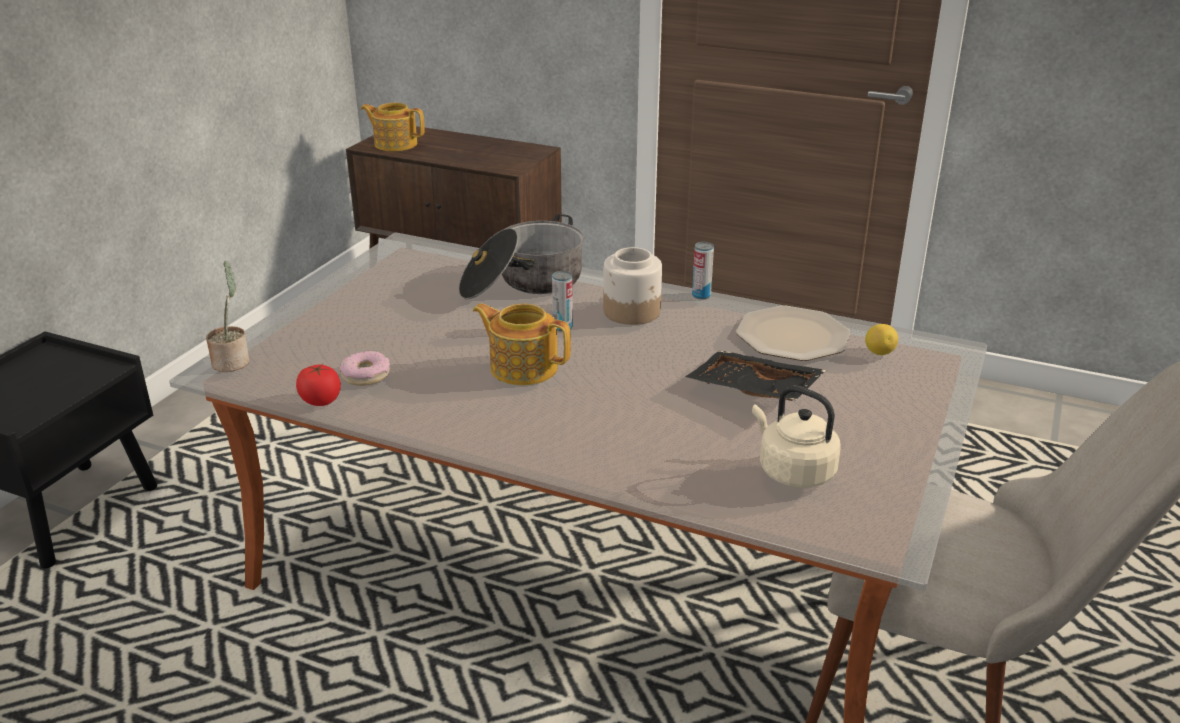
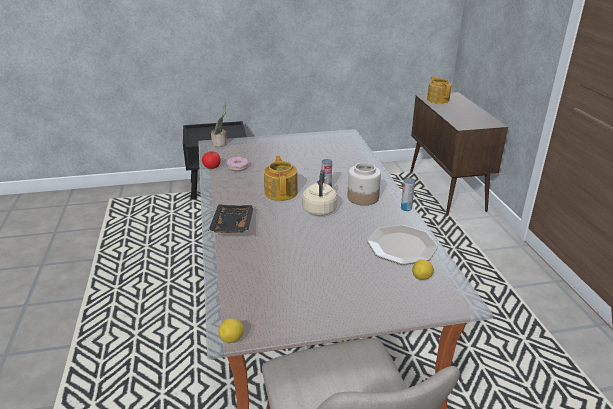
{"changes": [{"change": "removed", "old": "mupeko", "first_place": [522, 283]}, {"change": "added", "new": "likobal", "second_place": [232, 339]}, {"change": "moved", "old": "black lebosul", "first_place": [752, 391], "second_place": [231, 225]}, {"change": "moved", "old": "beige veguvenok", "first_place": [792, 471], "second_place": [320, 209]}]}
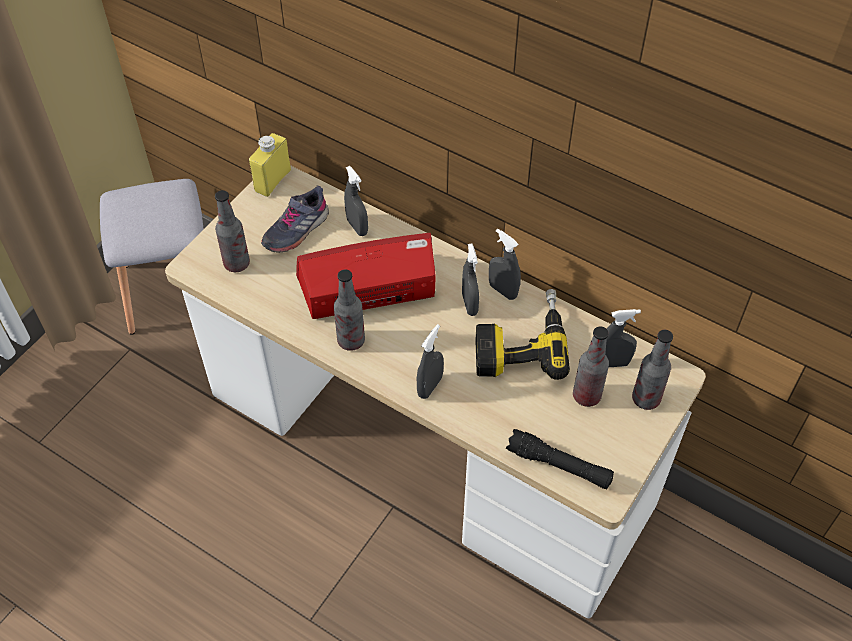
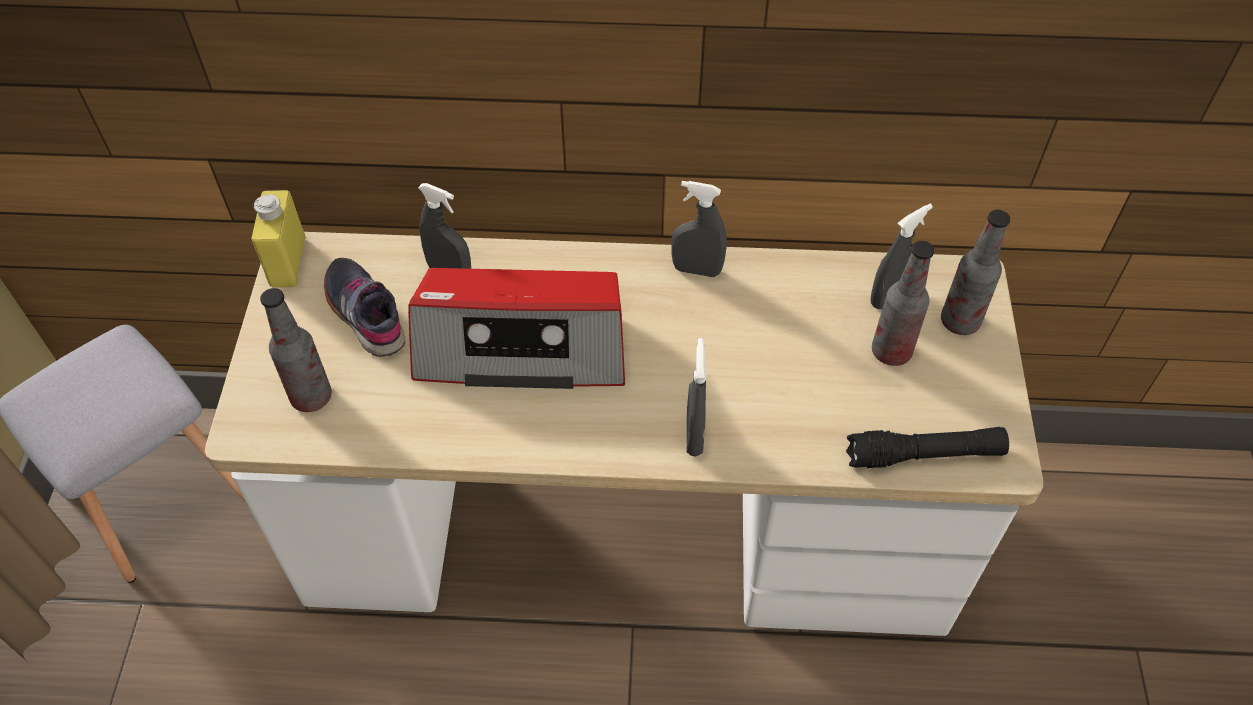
{"changes": [{"change": "removed", "old": "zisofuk", "first_place": [351, 340]}, {"change": "removed", "old": "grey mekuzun", "first_place": [469, 304]}, {"change": "removed", "old": "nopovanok", "first_place": [520, 342]}, {"change": "turned", "old": "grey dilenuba", "first_place": [296, 229], "second_place": [366, 313], "degrees": 135}, {"change": "turned", "old": "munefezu", "first_place": [369, 288], "second_place": [522, 345], "degrees": -135}]}
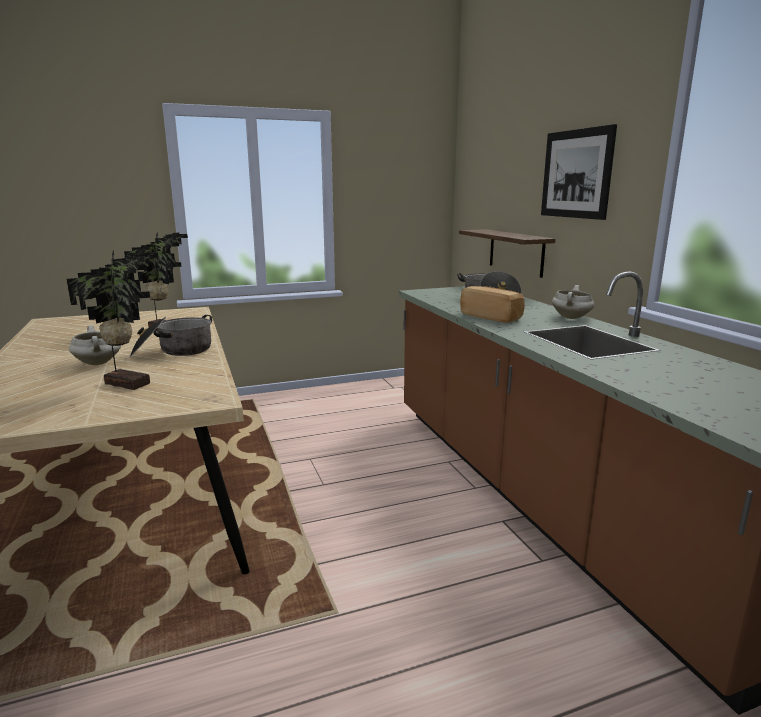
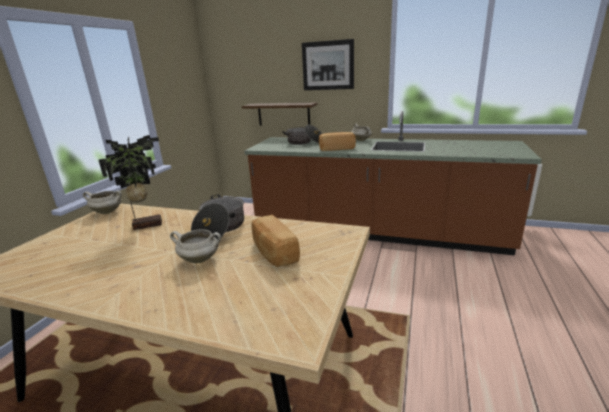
{"changes": [{"change": "added", "new": "white mupeko", "second_place": [108, 212]}, {"change": "replaced", "old": "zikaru", "new": "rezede", "first_place": [129, 383], "second_place": [274, 253]}]}
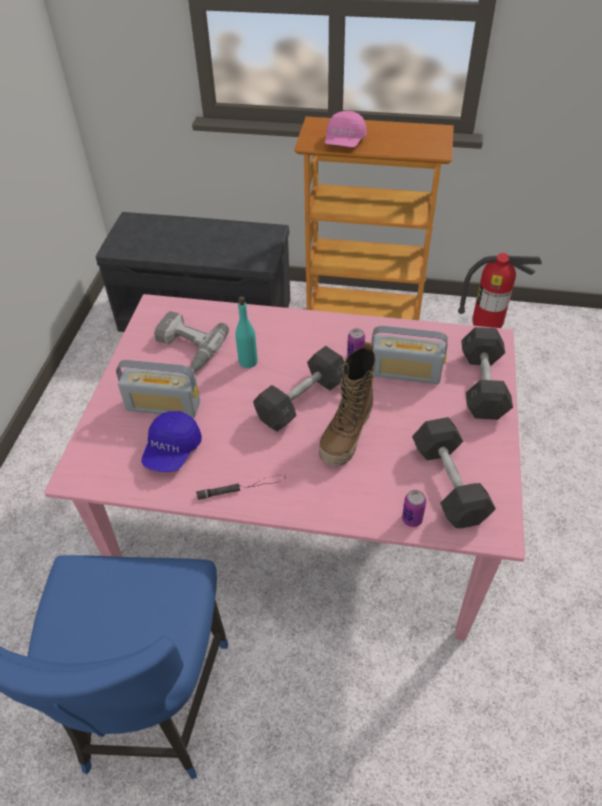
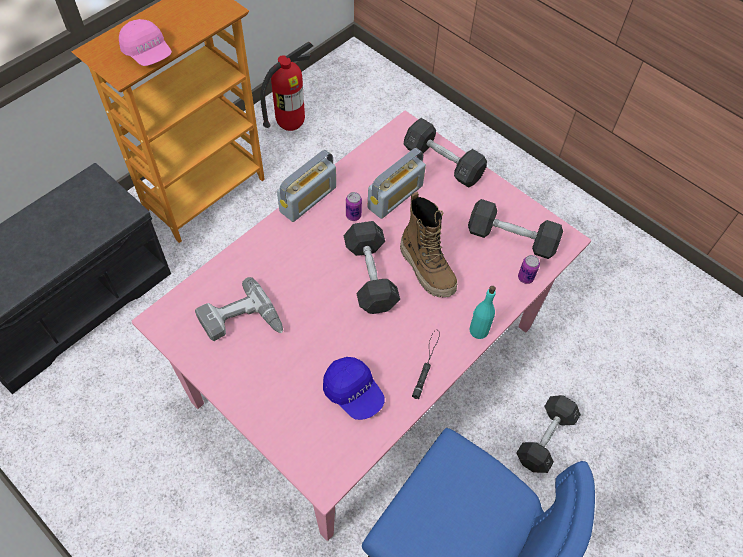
{"changes": [{"change": "added", "new": "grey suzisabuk", "second_place": [545, 438]}, {"change": "moved", "old": "munefezu", "first_place": [163, 406], "second_place": [308, 199]}, {"change": "moved", "old": "turquoise zisofuk", "first_place": [248, 361], "second_place": [478, 330]}]}
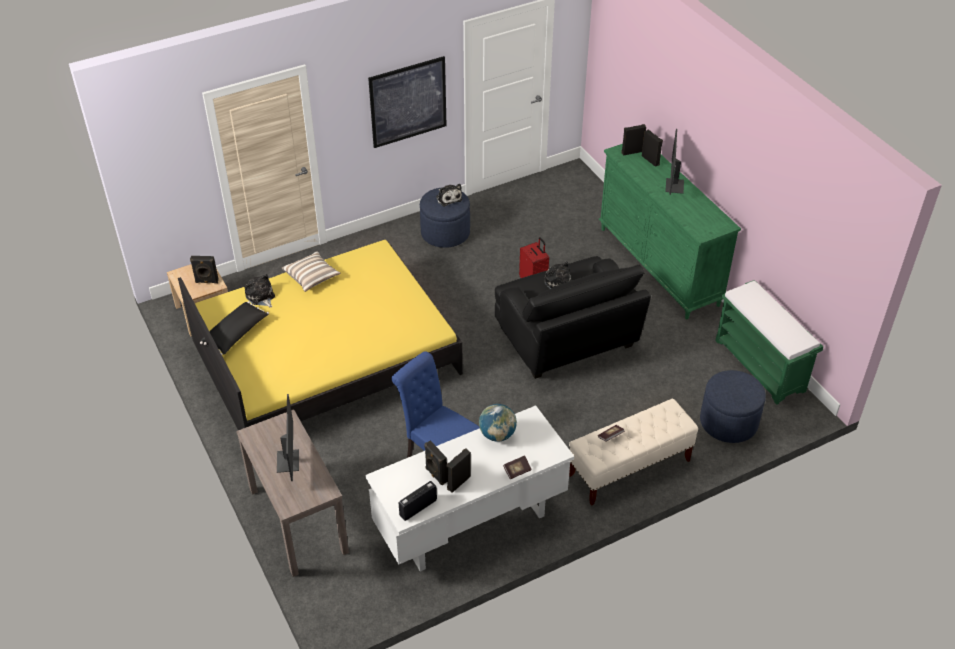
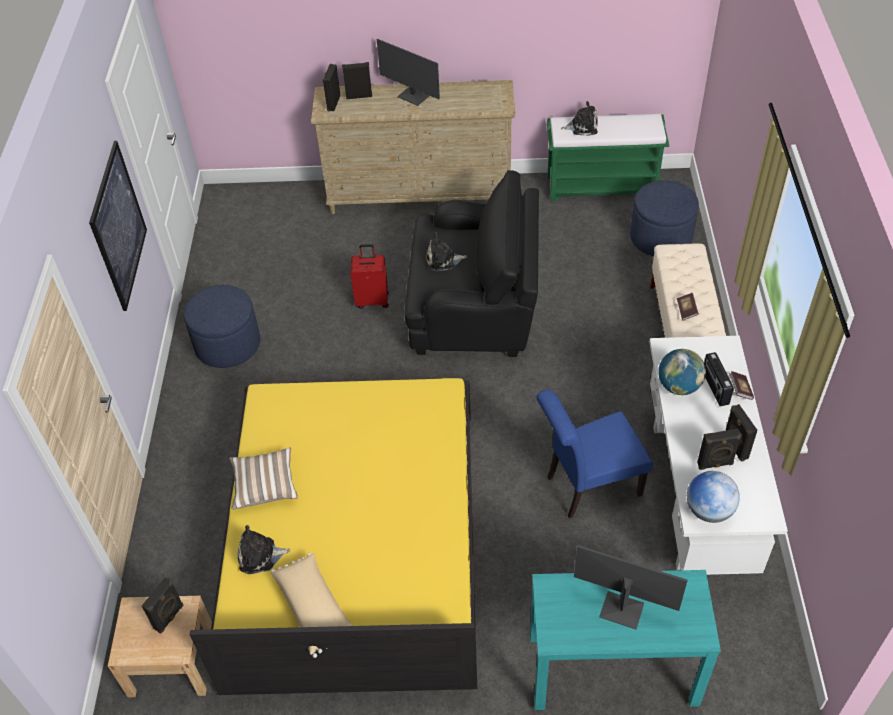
{"changes": [{"change": "added", "new": "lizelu", "second_place": [709, 510]}, {"change": "moved", "old": "munefezu", "first_place": [418, 507], "second_place": [714, 388]}, {"change": "moved", "old": "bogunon", "first_place": [448, 198], "second_place": [582, 126]}, {"change": "recoloured", "old": "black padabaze", "new": "beige padabaze", "first_place": [237, 334], "second_place": [315, 609]}, {"change": "recoloured", "old": "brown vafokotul", "new": "turquoise vafokotul", "first_place": [297, 520], "second_place": [612, 670]}, {"change": "recoloured", "old": "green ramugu", "new": "beige ramugu", "first_place": [659, 267], "second_place": [420, 195]}]}
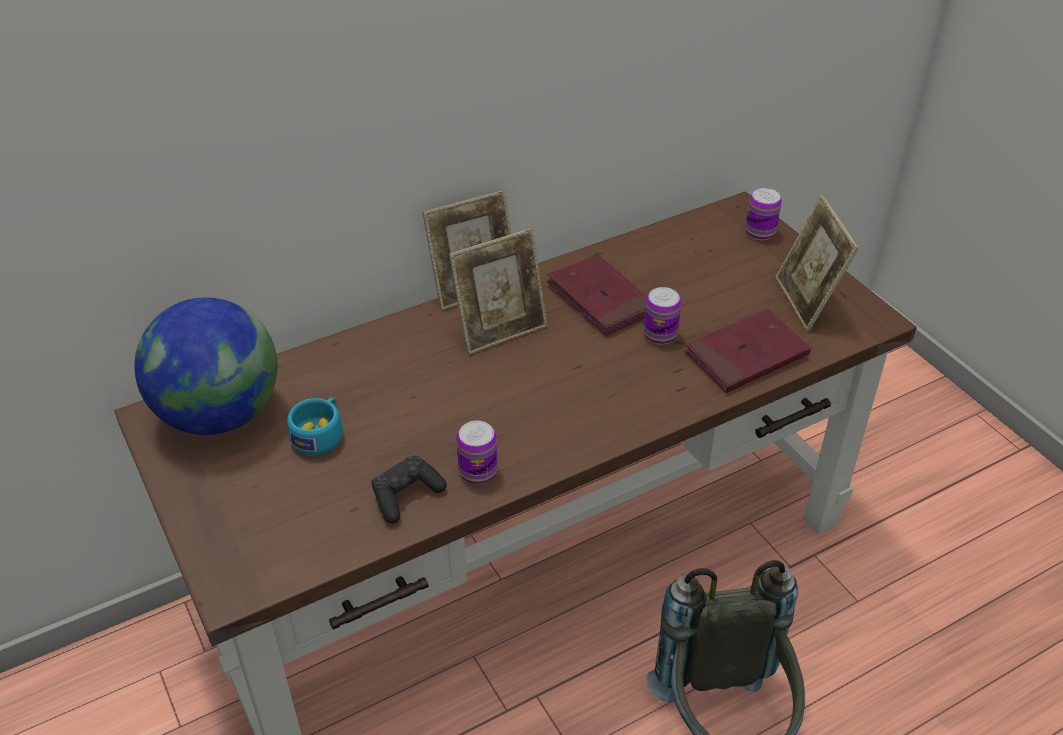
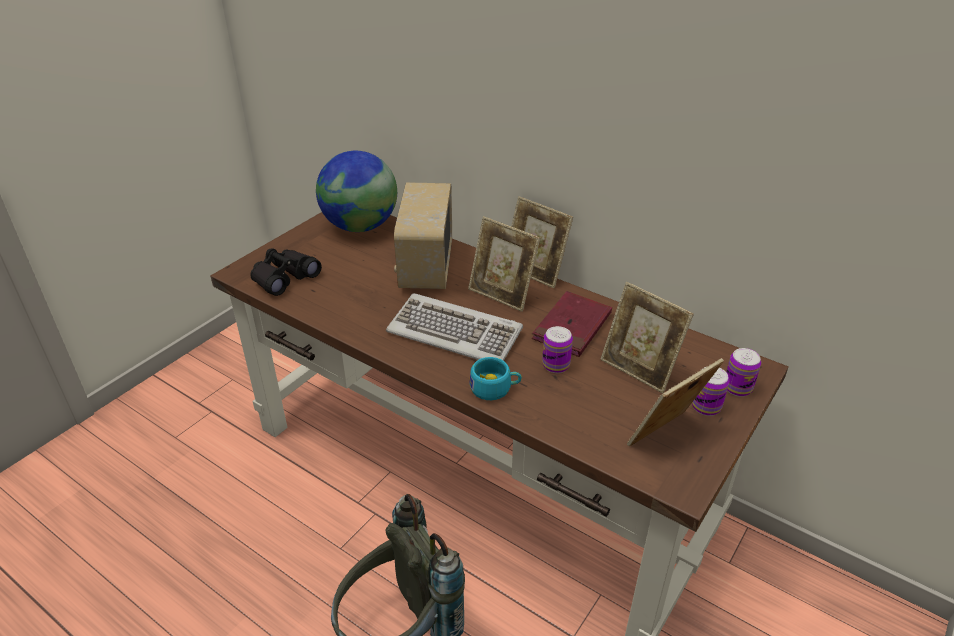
{"changes": [{"change": "removed", "old": "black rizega", "first_place": [406, 496]}, {"change": "removed", "old": "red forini", "first_place": [746, 355]}, {"change": "added", "new": "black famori", "second_place": [284, 278]}, {"change": "added", "new": "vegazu", "second_place": [455, 332]}, {"change": "added", "new": "munefezu", "second_place": [425, 266]}, {"change": "added", "new": "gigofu", "second_place": [639, 369]}, {"change": "moved", "old": "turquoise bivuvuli", "first_place": [320, 434], "second_place": [495, 388]}, {"change": "moved", "old": "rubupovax", "first_place": [478, 471], "second_place": [706, 406]}]}
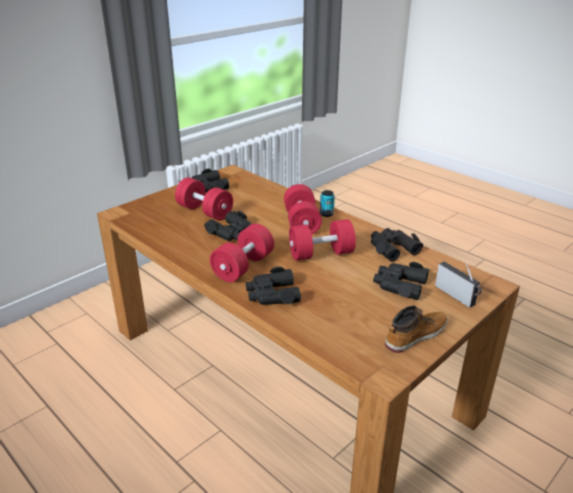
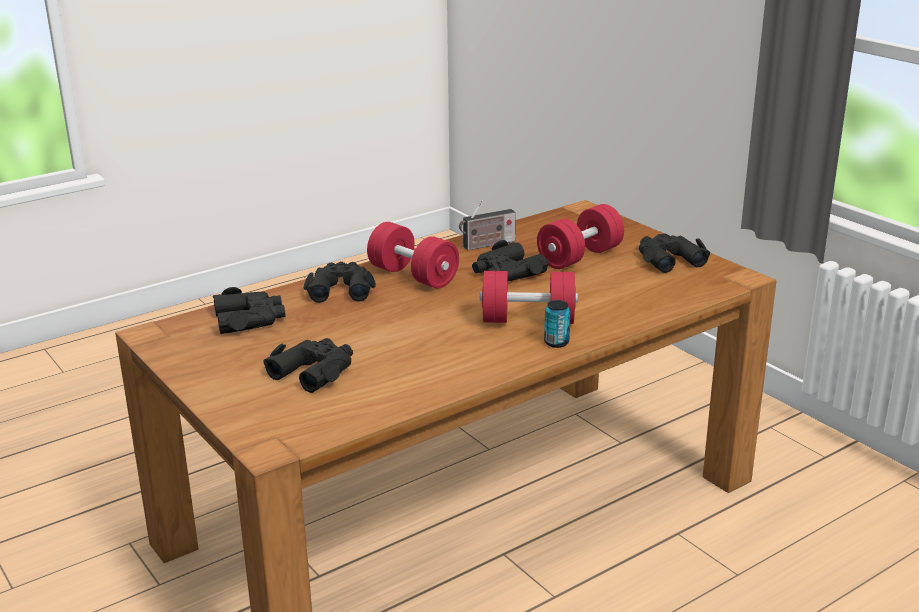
{"changes": [{"change": "removed", "old": "red suzisabuk", "first_place": [321, 254]}, {"change": "removed", "old": "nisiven", "first_place": [415, 336]}, {"change": "moved", "old": "black famori", "first_place": [392, 248], "second_place": [249, 319]}, {"change": "moved", "old": "munefezu", "first_place": [457, 296], "second_place": [487, 245]}]}
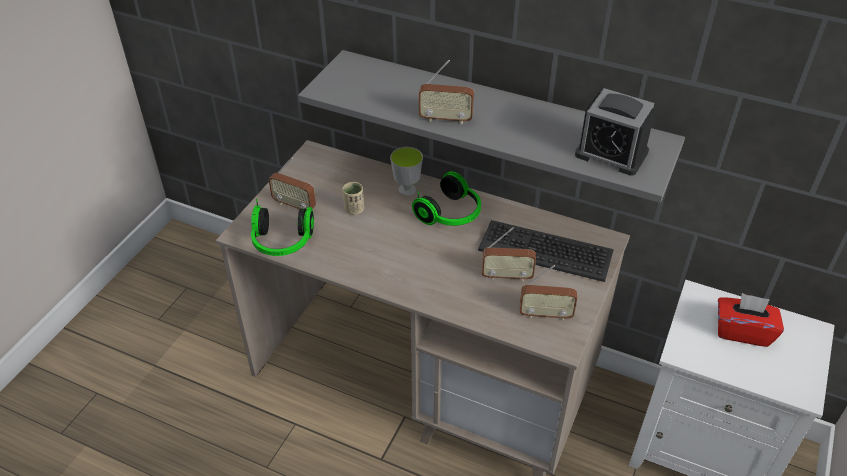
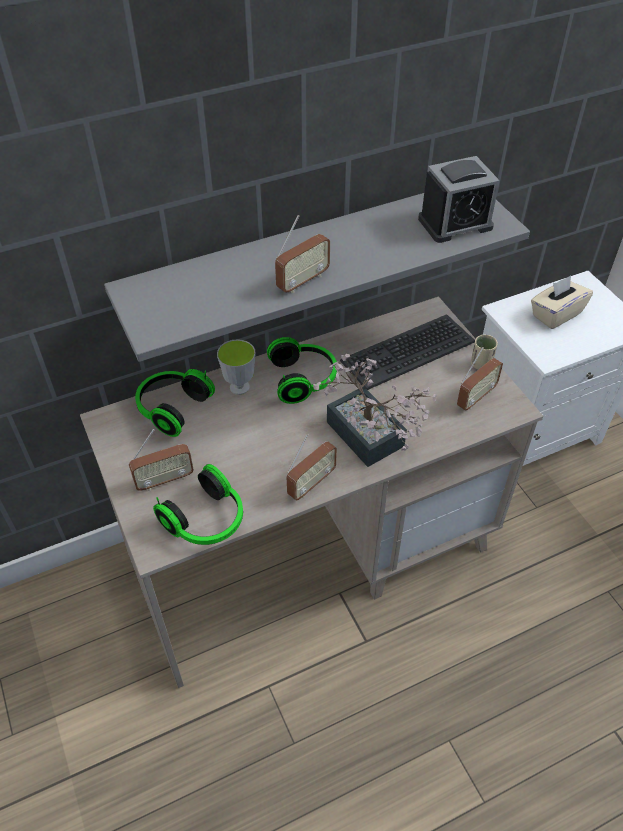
{"changes": [{"change": "added", "new": "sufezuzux", "second_place": [171, 408]}, {"change": "added", "new": "zikaru", "second_place": [370, 441]}, {"change": "moved", "old": "beige bivuvuli", "first_place": [354, 209], "second_place": [481, 364]}, {"change": "moved", "old": "munefezu", "first_place": [507, 276], "second_place": [311, 484]}, {"change": "recoloured", "old": "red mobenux", "new": "beige mobenux", "first_place": [742, 331], "second_place": [556, 314]}]}
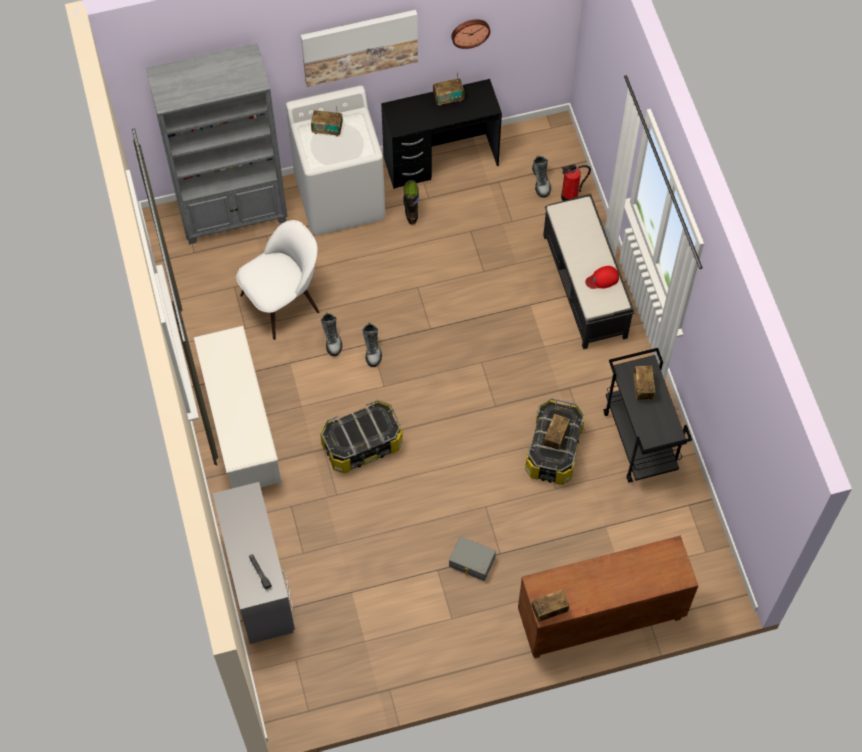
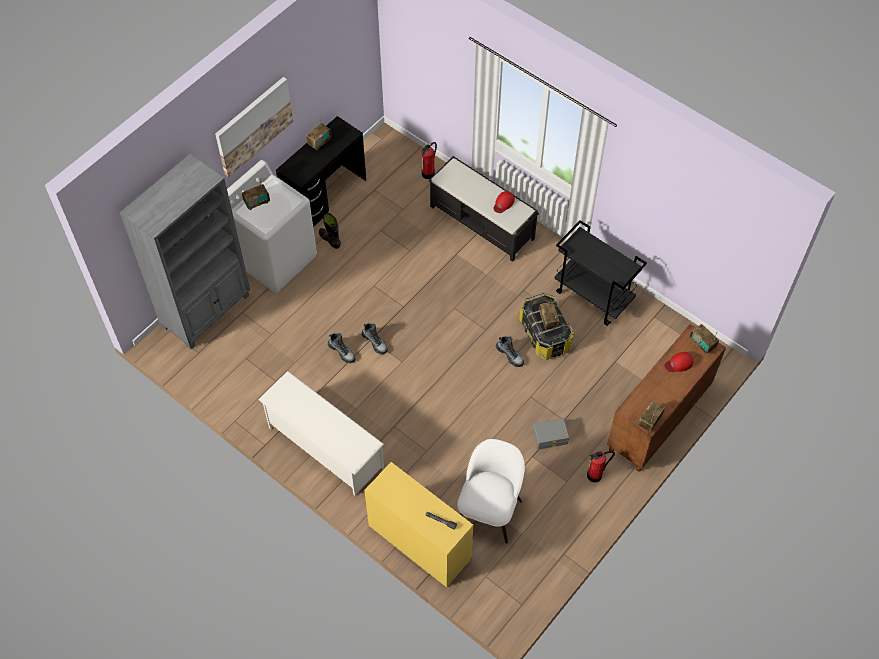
{"changes": [{"change": "removed", "old": "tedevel", "first_place": [362, 444]}, {"change": "removed", "old": "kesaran", "first_place": [470, 32]}, {"change": "added", "new": "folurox", "second_place": [594, 475]}, {"change": "added", "new": "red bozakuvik", "second_place": [679, 363]}, {"change": "moved", "old": "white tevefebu", "first_place": [283, 301], "second_place": [489, 510]}, {"change": "moved", "old": "nisiven", "first_place": [541, 181], "second_place": [510, 355]}, {"change": "moved", "old": "munefezu", "first_place": [643, 388], "second_place": [702, 344]}, {"change": "recoloured", "old": "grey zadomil", "new": "yellow zadomil", "first_place": [258, 581], "second_place": [419, 542]}]}
